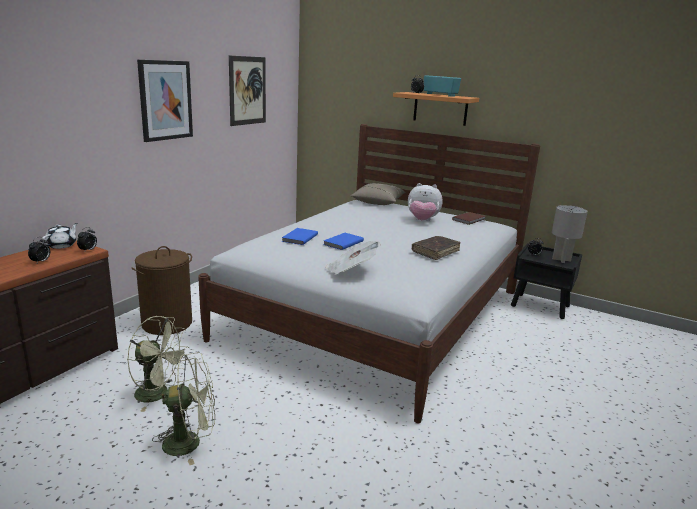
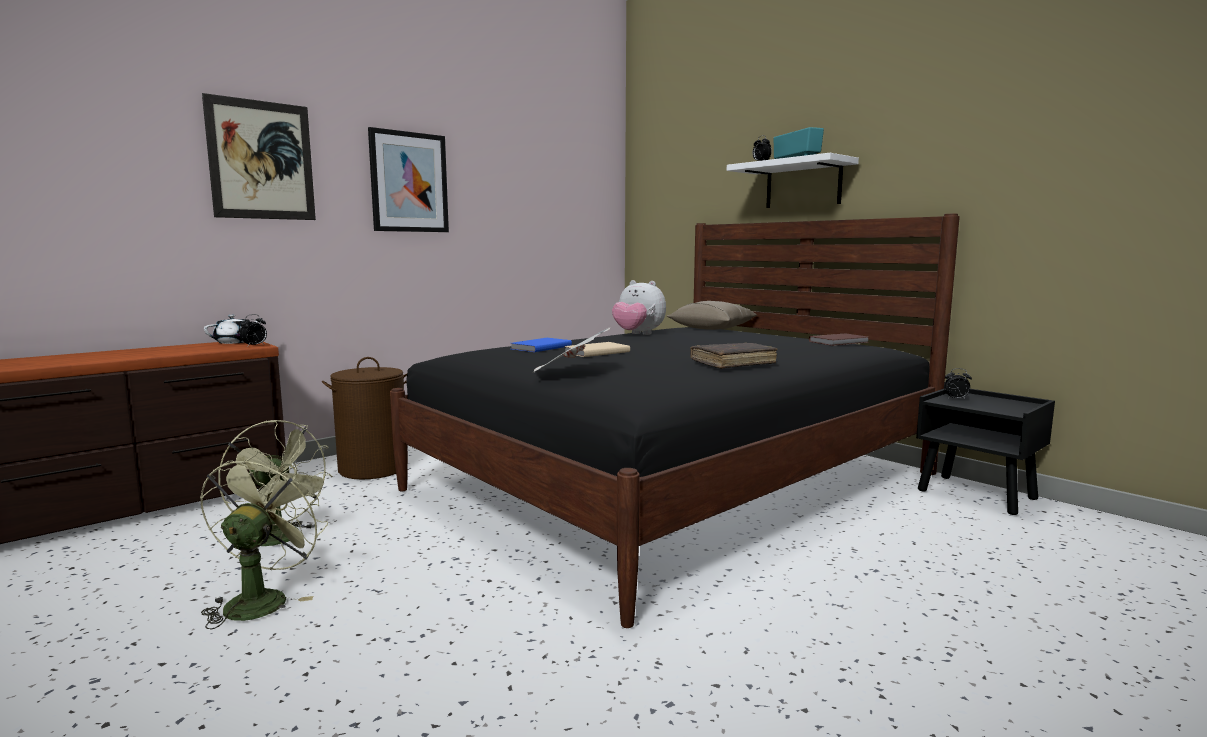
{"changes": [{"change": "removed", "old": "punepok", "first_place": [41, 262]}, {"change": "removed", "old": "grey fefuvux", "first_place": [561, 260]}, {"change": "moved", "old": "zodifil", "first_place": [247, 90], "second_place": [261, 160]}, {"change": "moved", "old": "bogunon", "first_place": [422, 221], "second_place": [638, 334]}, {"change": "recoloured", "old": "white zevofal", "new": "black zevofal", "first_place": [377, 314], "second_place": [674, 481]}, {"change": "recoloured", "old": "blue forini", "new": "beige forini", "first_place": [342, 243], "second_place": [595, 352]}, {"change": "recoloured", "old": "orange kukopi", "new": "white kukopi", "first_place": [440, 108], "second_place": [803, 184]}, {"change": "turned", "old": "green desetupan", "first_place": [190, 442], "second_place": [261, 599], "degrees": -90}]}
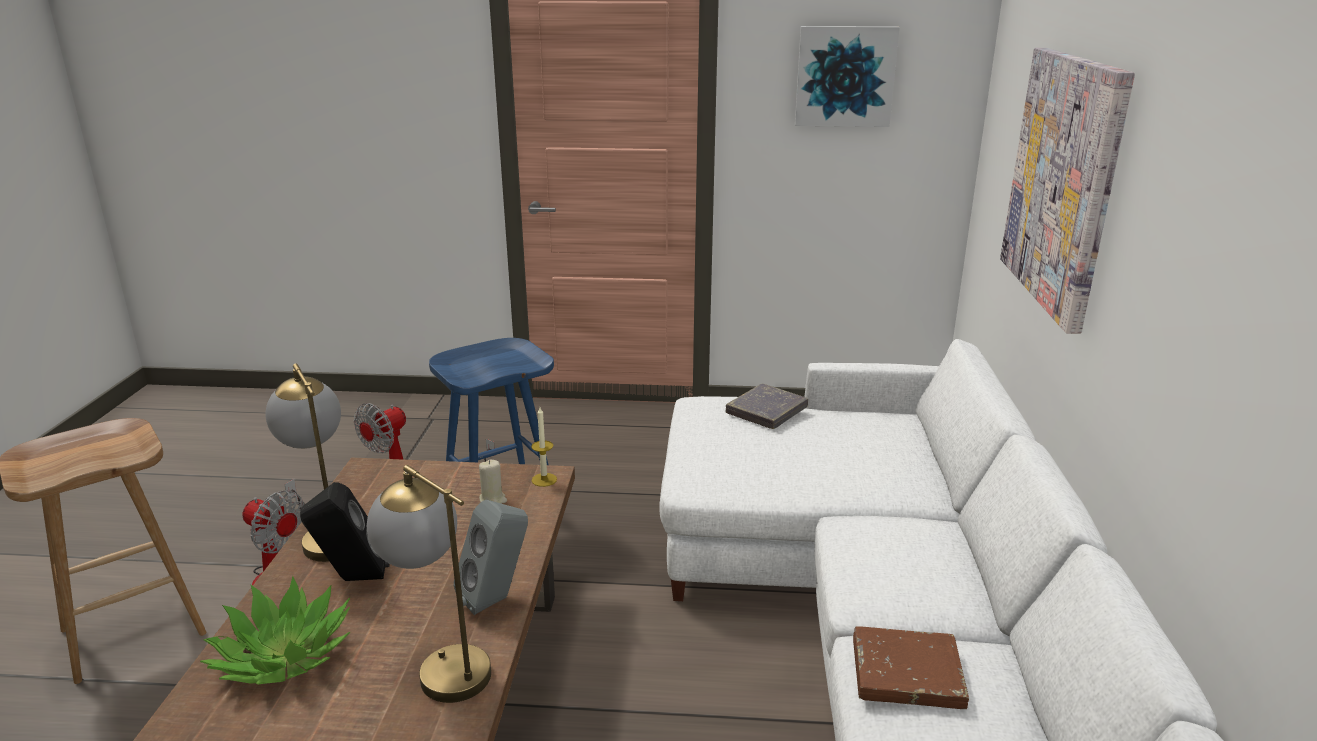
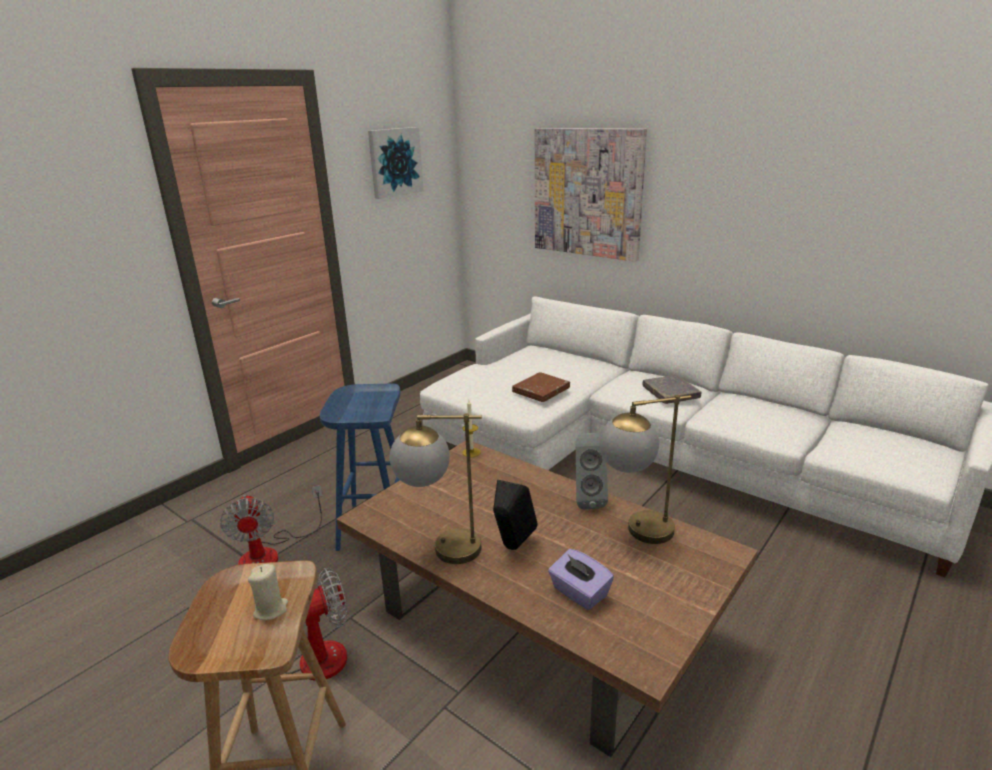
{"changes": [{"change": "moved", "old": "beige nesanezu", "first_place": [493, 500], "second_place": [271, 609]}, {"change": "moved", "old": "grey forini", "first_place": [767, 411], "second_place": [670, 393]}, {"change": "moved", "old": "brown forini", "first_place": [906, 673], "second_place": [541, 390]}, {"change": "replaced", "old": "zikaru", "new": "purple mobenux", "first_place": [284, 657], "second_place": [579, 593]}]}
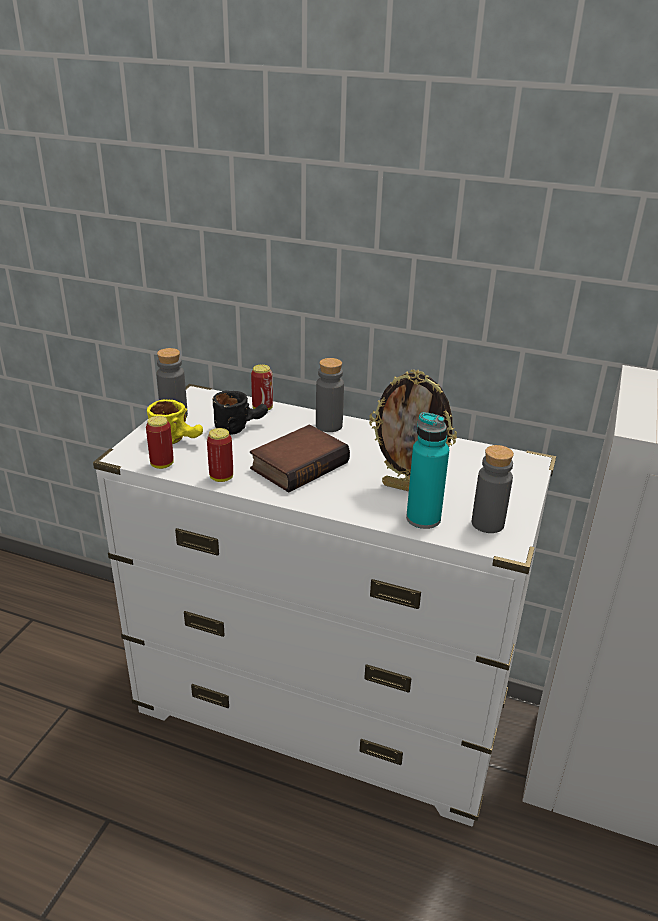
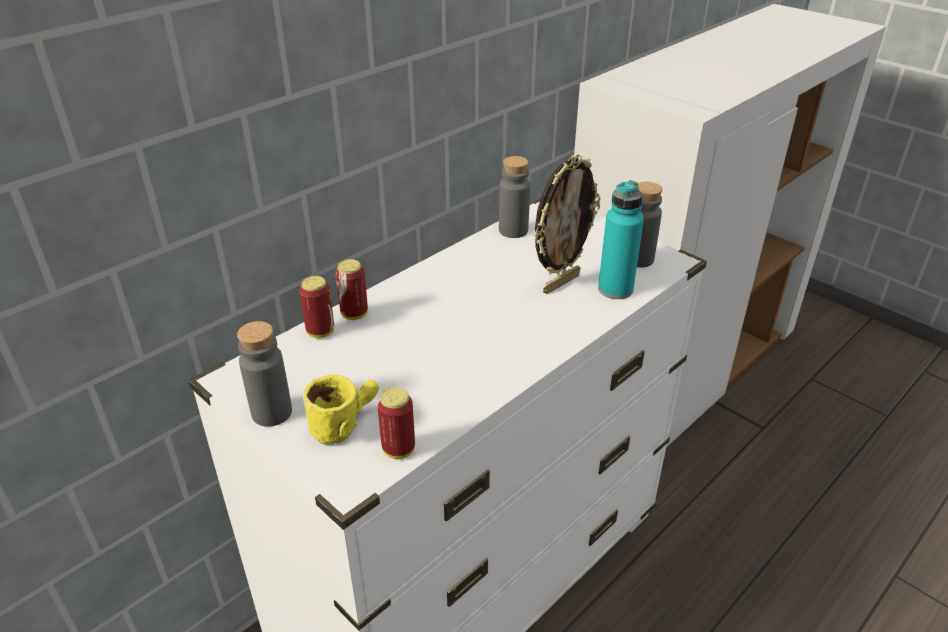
{"changes": [{"change": "removed", "old": "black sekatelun", "first_place": [240, 426]}, {"change": "removed", "old": "forini", "first_place": [298, 464]}, {"change": "moved", "old": "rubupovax", "first_place": [221, 477], "second_place": [354, 314]}, {"change": "moved", "old": "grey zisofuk", "first_place": [329, 426], "second_place": [513, 230]}]}
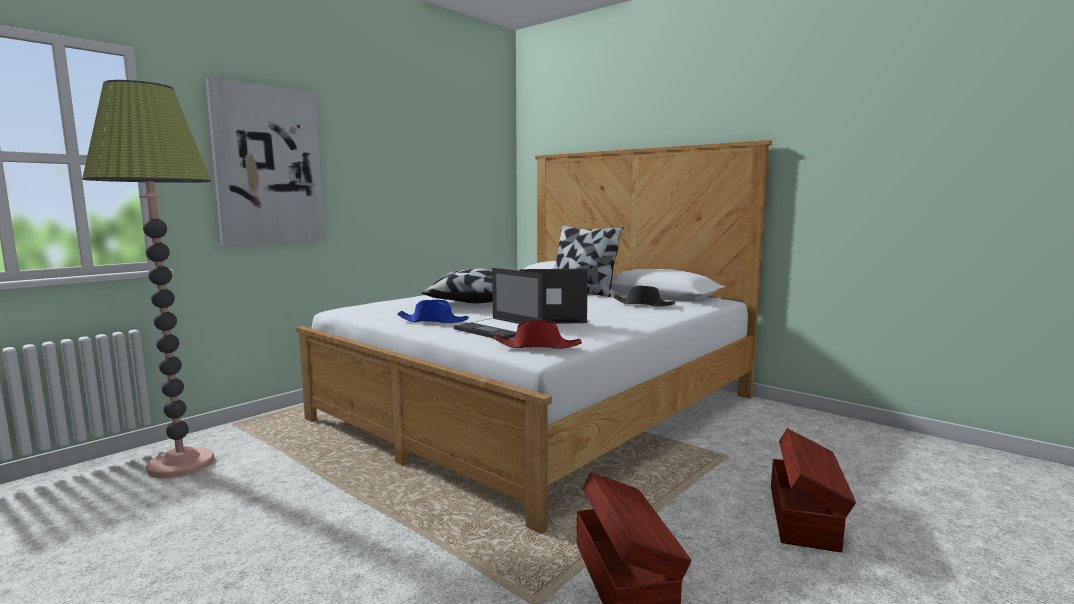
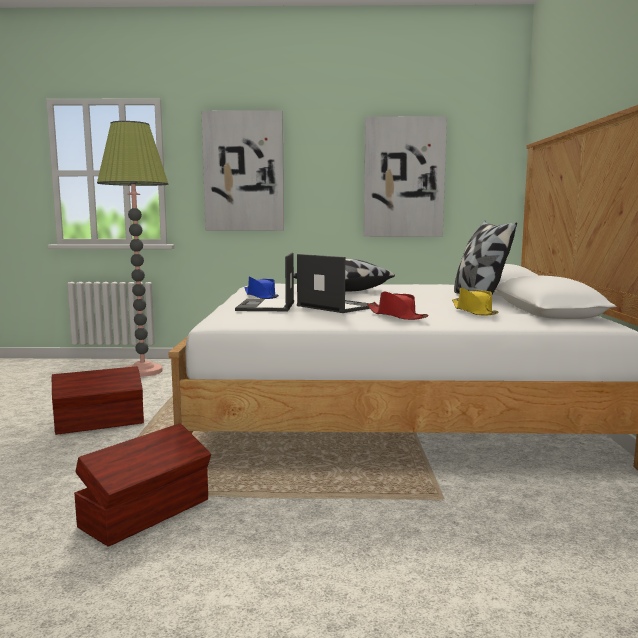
{"changes": [{"change": "added", "new": "zodifil", "second_place": [404, 178]}, {"change": "moved", "old": "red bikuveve", "first_place": [538, 346], "second_place": [396, 316]}, {"change": "moved", "old": "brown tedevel", "first_place": [804, 517], "second_place": [100, 423]}, {"change": "recoloured", "old": "black bikuveve", "new": "yellow bikuveve", "first_place": [643, 304], "second_place": [474, 311]}]}
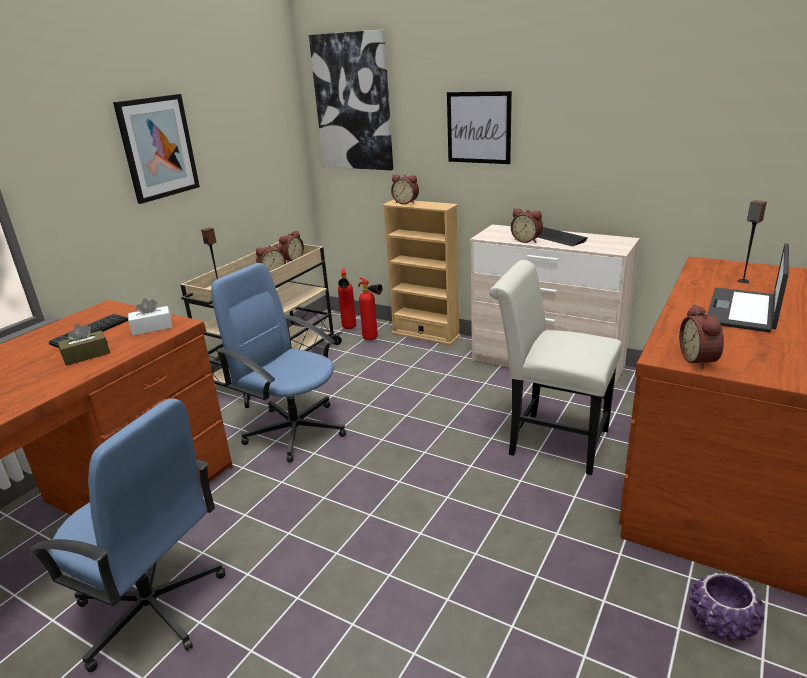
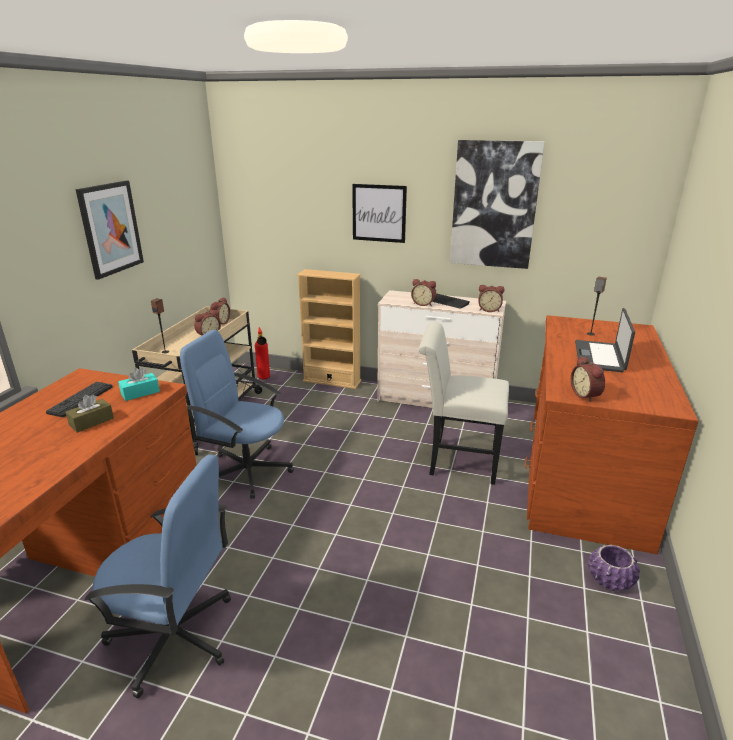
{"changes": [{"change": "removed", "old": "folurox", "first_place": [373, 339]}, {"change": "moved", "old": "zodifil", "first_place": [353, 102], "second_place": [494, 205]}, {"change": "moved", "old": "punepok", "first_place": [406, 202], "second_place": [489, 310]}, {"change": "recoloured", "old": "white mobenux", "new": "turquoise mobenux", "first_place": [152, 328], "second_place": [140, 393]}]}
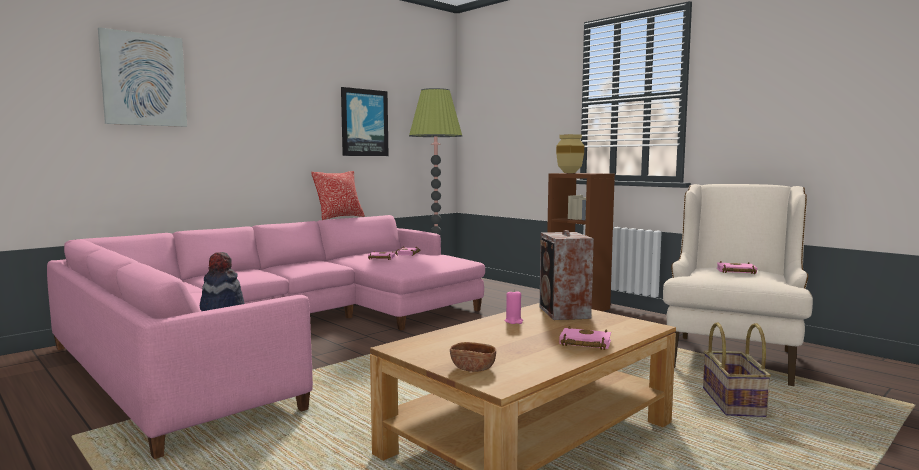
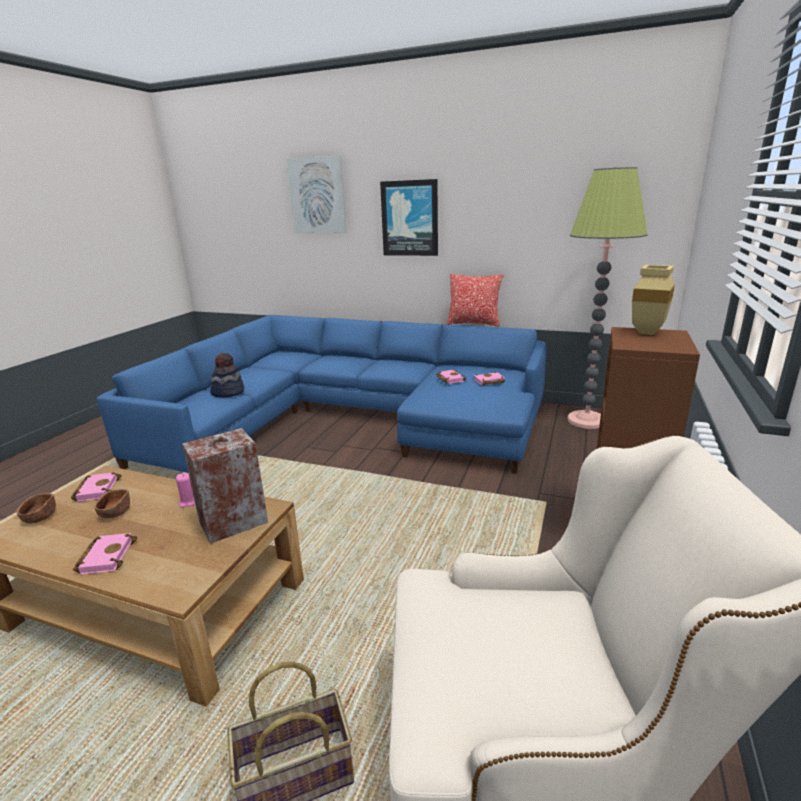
{"changes": [{"change": "added", "new": "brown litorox", "second_place": [115, 512]}, {"change": "moved", "old": "zodifil", "first_place": [364, 122], "second_place": [410, 218]}, {"change": "moved", "old": "pink forini", "first_place": [735, 271], "second_place": [96, 489]}, {"change": "recoloured", "old": "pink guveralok", "new": "blue guveralok", "first_place": [281, 334], "second_place": [348, 419]}]}
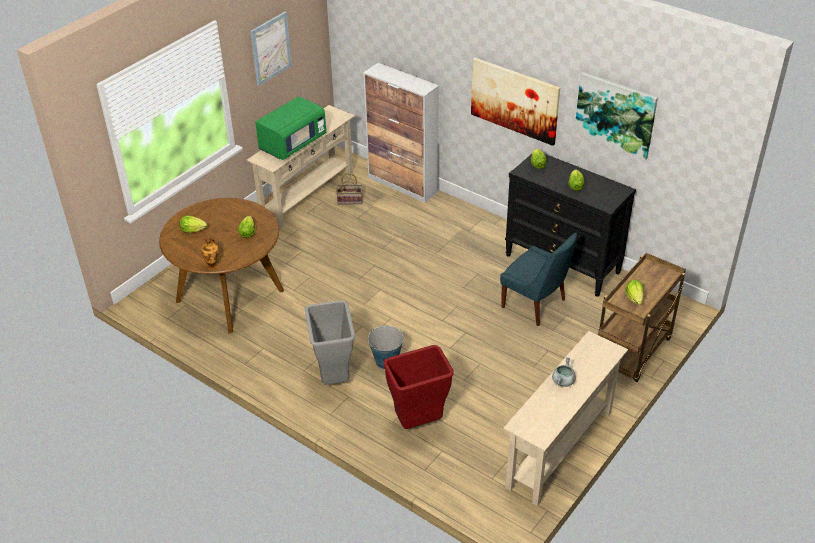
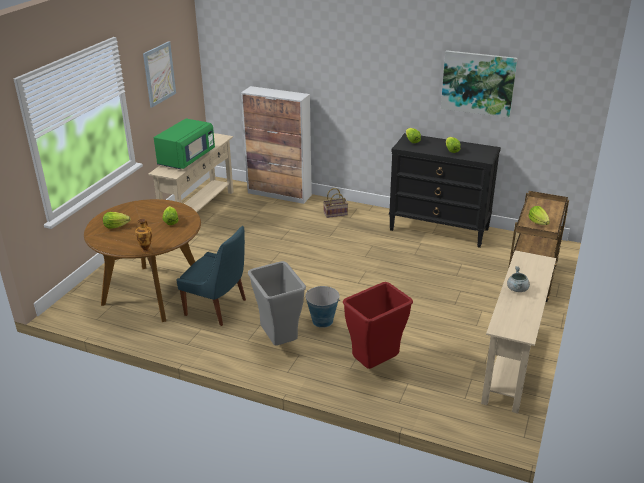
{"changes": [{"change": "removed", "old": "zodifil", "first_place": [514, 100]}, {"change": "moved", "old": "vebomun", "first_place": [350, 200], "second_place": [336, 213]}, {"change": "moved", "old": "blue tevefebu", "first_place": [535, 305], "second_place": [218, 308]}]}
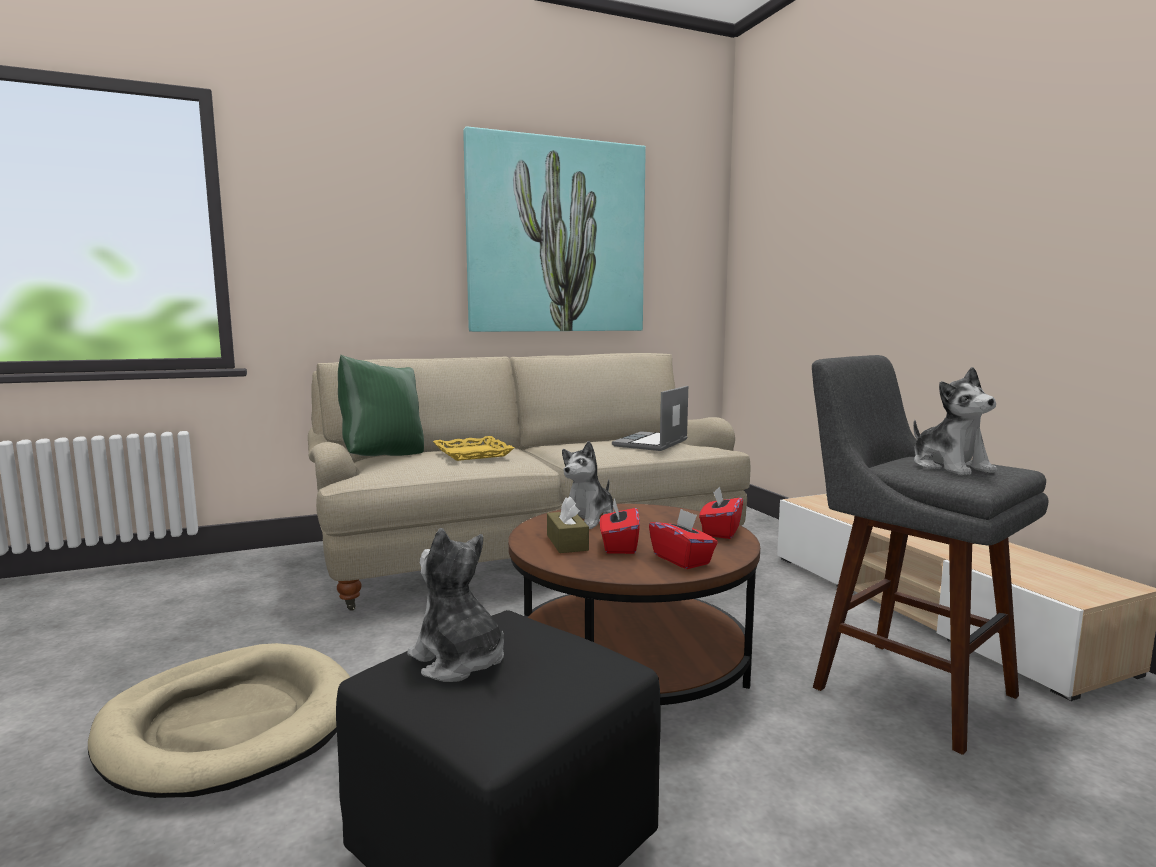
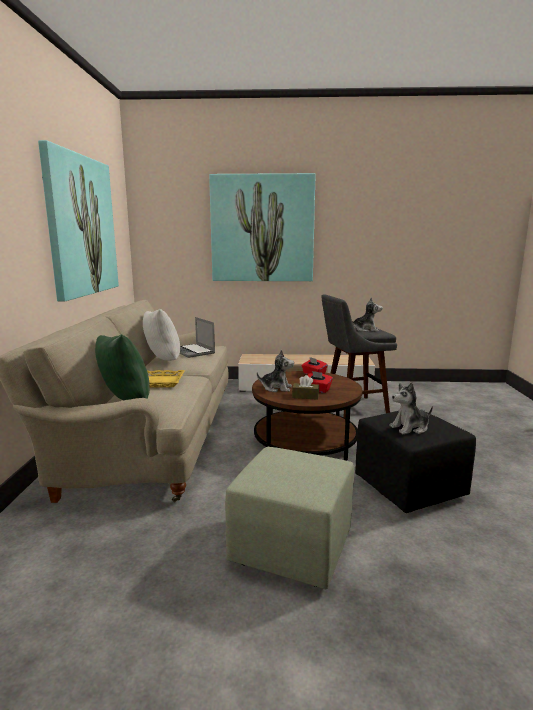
{"changes": [{"change": "removed", "old": "red mobenux", "first_place": [682, 559]}, {"change": "added", "new": "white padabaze", "second_place": [161, 361]}, {"change": "added", "new": "zodifil", "second_place": [262, 229]}, {"change": "replaced", "old": "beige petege", "new": "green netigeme", "first_place": [230, 725], "second_place": [290, 548]}, {"change": "turned", "old": "bogunon", "first_place": [589, 519], "second_place": [276, 388], "degrees": -45}]}
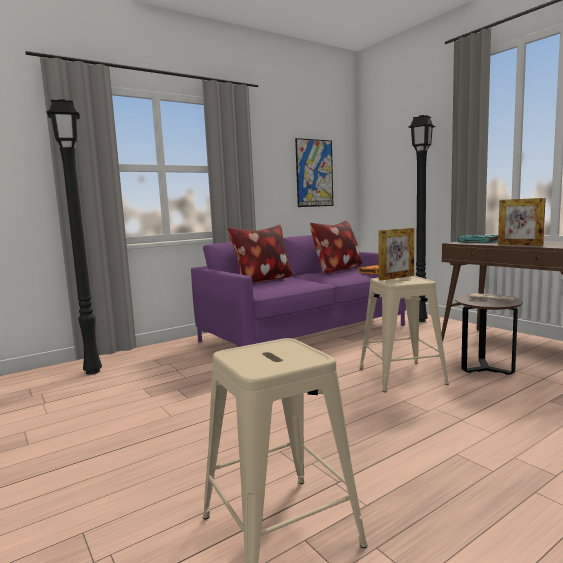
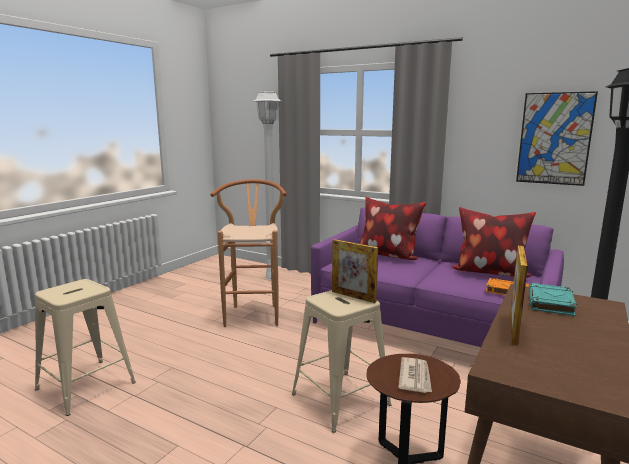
{"changes": [{"change": "added", "new": "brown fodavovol", "second_place": [253, 313]}, {"change": "recoloured", "old": "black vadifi", "new": "white vadifi", "first_place": [91, 372], "second_place": [270, 278]}]}
